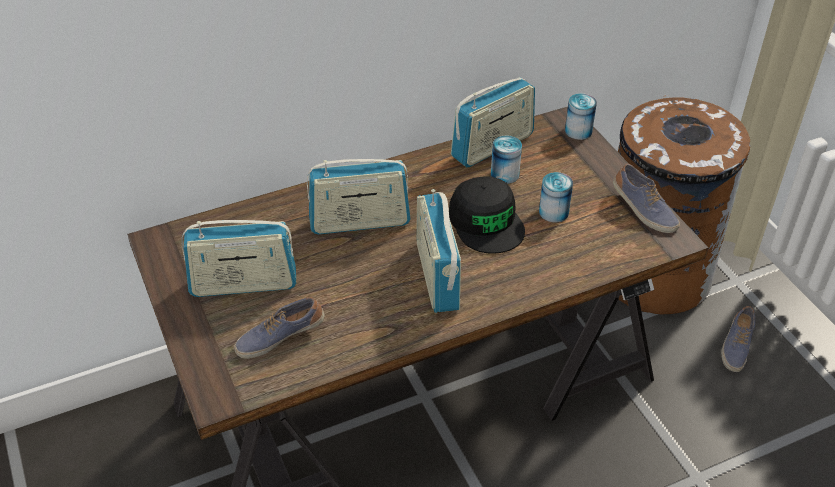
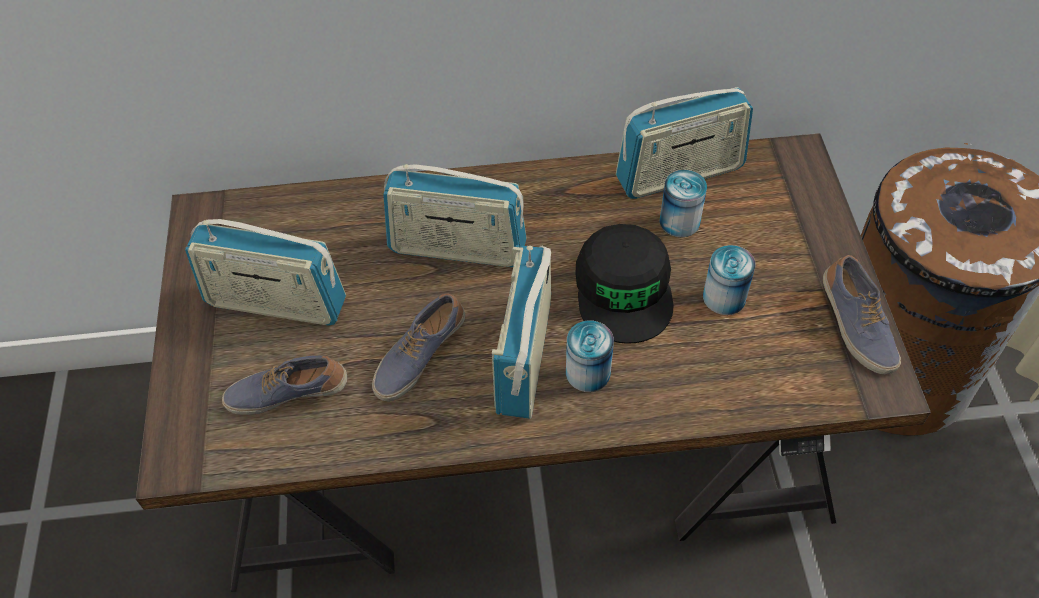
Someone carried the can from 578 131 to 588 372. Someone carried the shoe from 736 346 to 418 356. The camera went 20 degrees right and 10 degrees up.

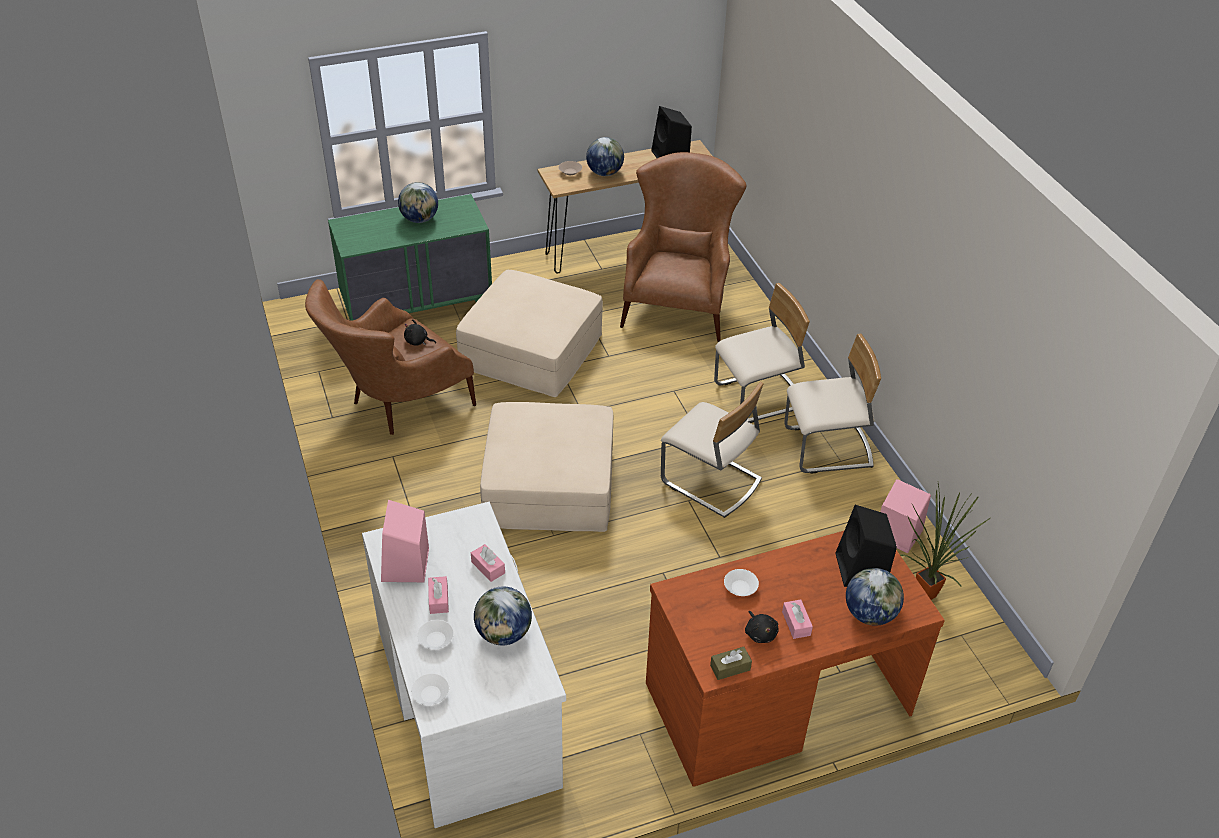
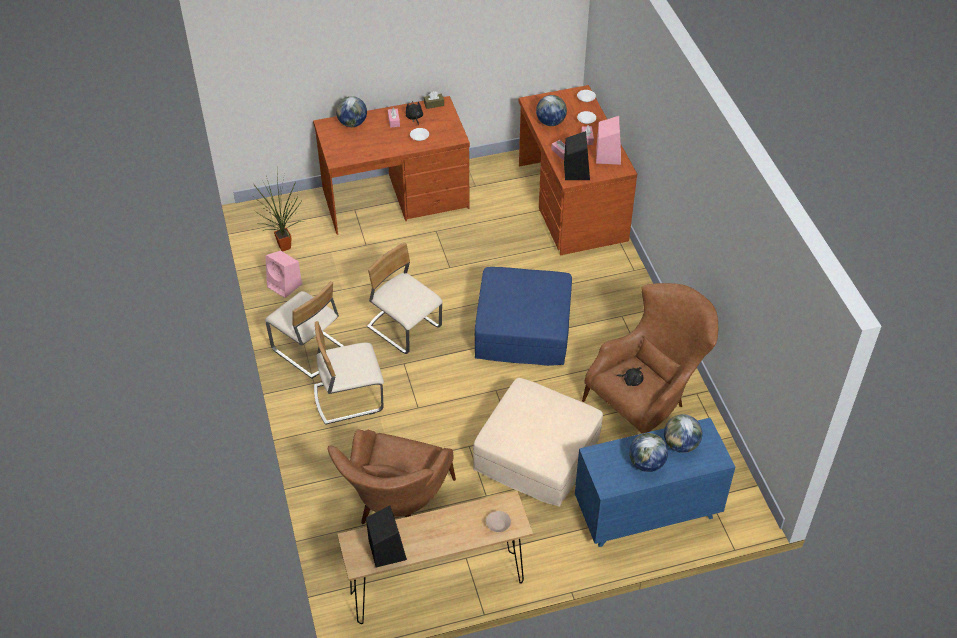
Someone repainted the green dresser at 417 306, which became the blue dresser at 646 512. Someone repainted the white desk at 468 704, which became the brown desk at 571 203. Someone repainted the beige ottoman at 550 485, which became the blue ottoman at 522 330. Someone carried the globe from 604 173 to 680 445. Someone rotated the beige chair at 827 449 by 135 degrees counterclockwise. Someone carried the black speaker from 861 570 to 576 171. The camera went 175 degrees left and 5 degrees up.

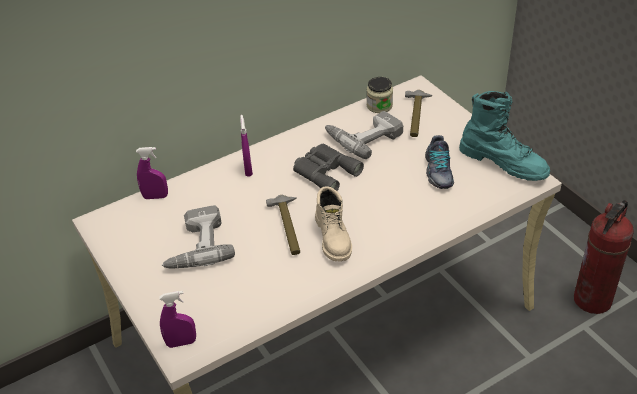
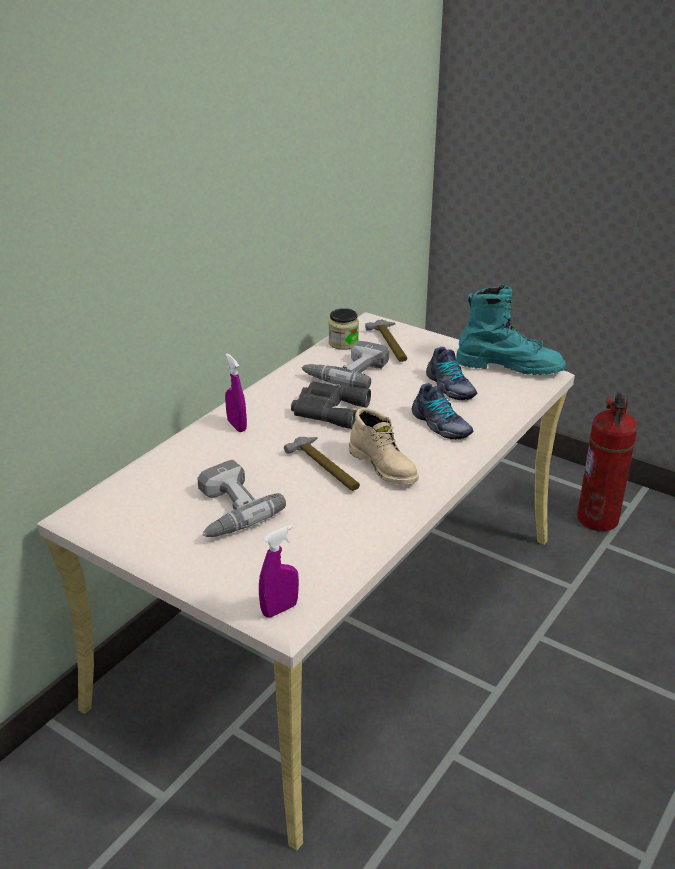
Someone took away the purple spray bottle at 155 197. Someone put down the shoe at 440 425. The camera went 25 degrees left and 10 degrees down.

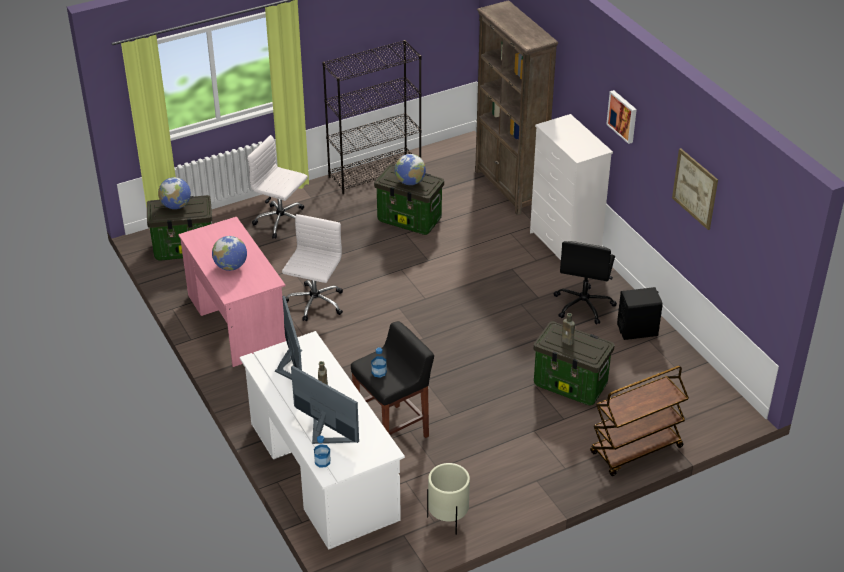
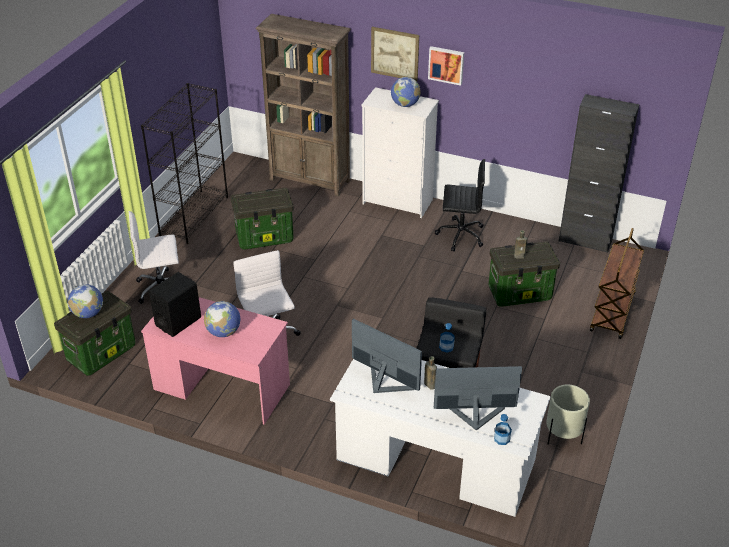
Someone carried the globe from 410 182 to 405 105. Someone rotated the black office chair at 583 305 by 60 degrees counterclockwise. Someone carried the black speaker from 637 330 to 178 321. Someone carried the picture from 695 188 to 395 53. Someone put down the black cabinet at 585 240. The camera went 40 degrees left and 0 degrees up.

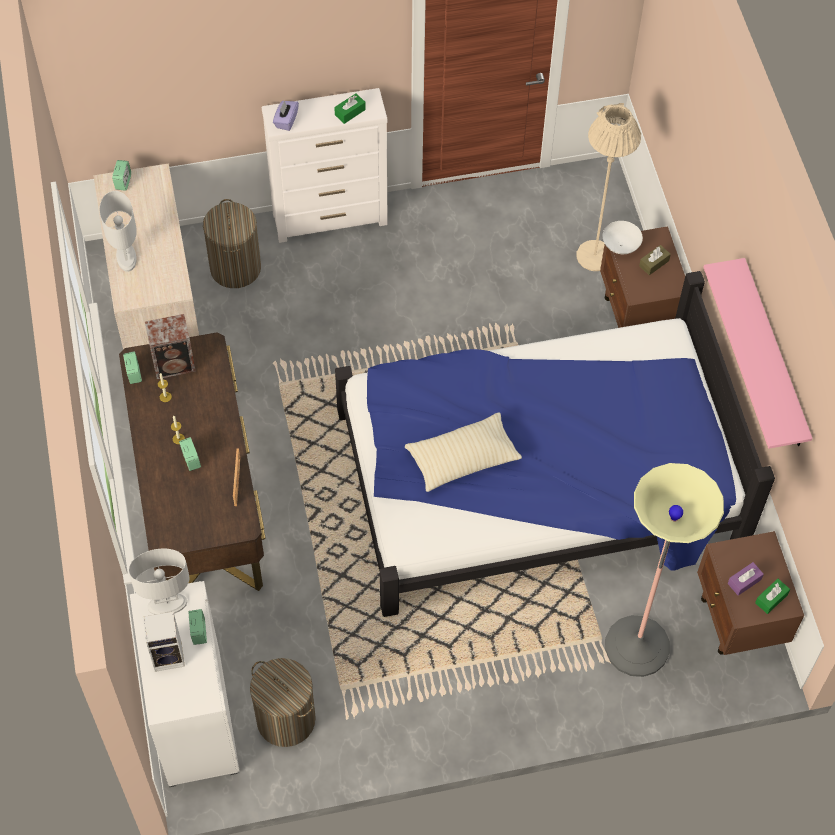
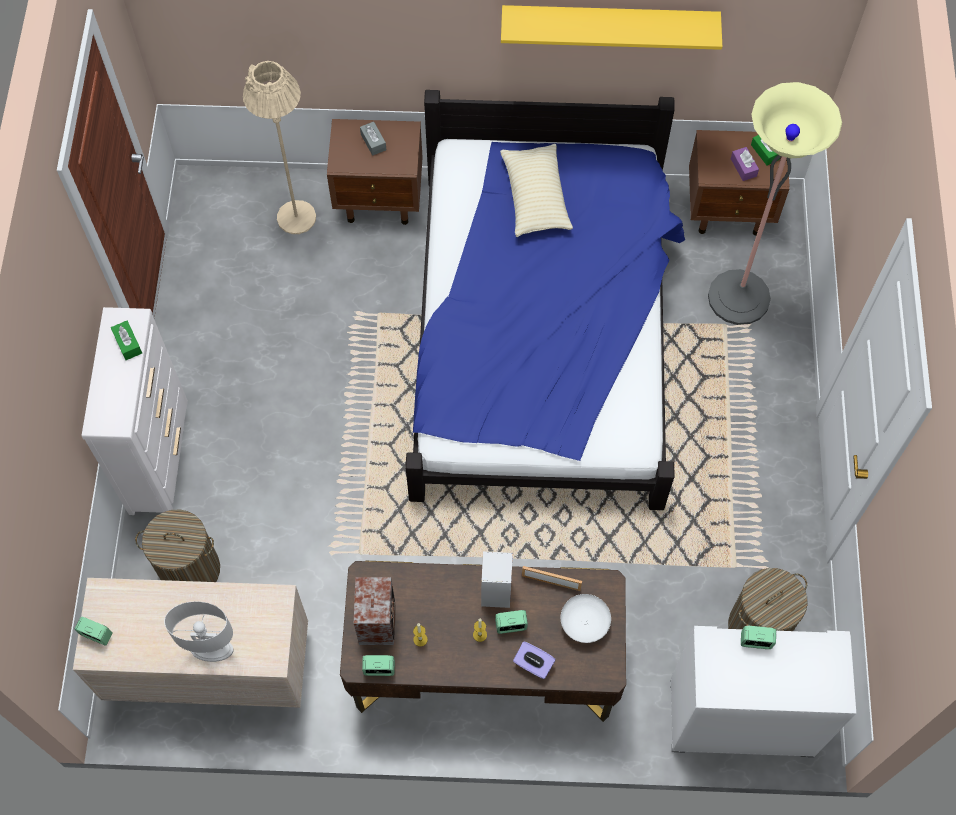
Someone took away the white table lamp at 167 605. Someone carried the speaker from 169 655 to 495 590. Someone carried the purple tissue box from 286 121 to 533 664. Someone carried the beige pillow from 462 459 to 535 198. Someone carried the white bowl from 621 245 to 583 623. Someone repainted the brown tissue box at 654 263, which became the grey tissue box at 373 142. Someone repainted the pink shelf at 774 356, which became the yellow shelf at 609 22. The camera went 75 degrees left and 5 degrees up.

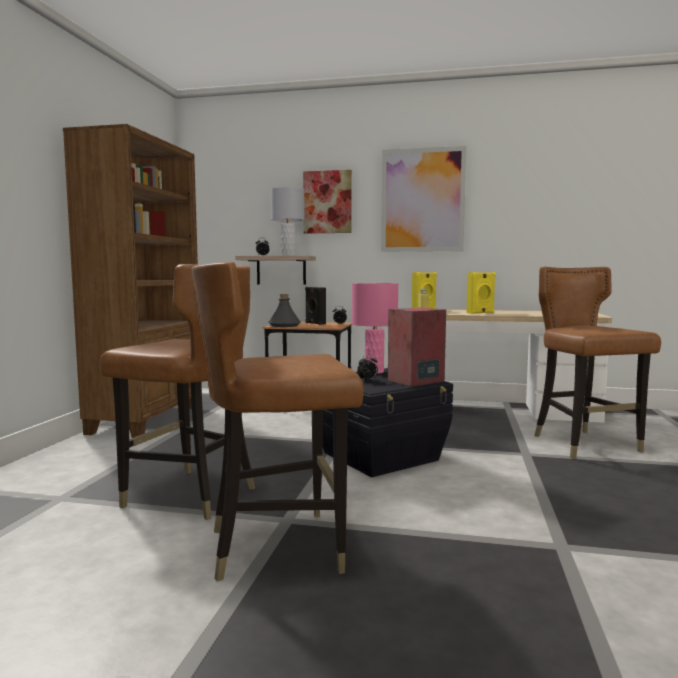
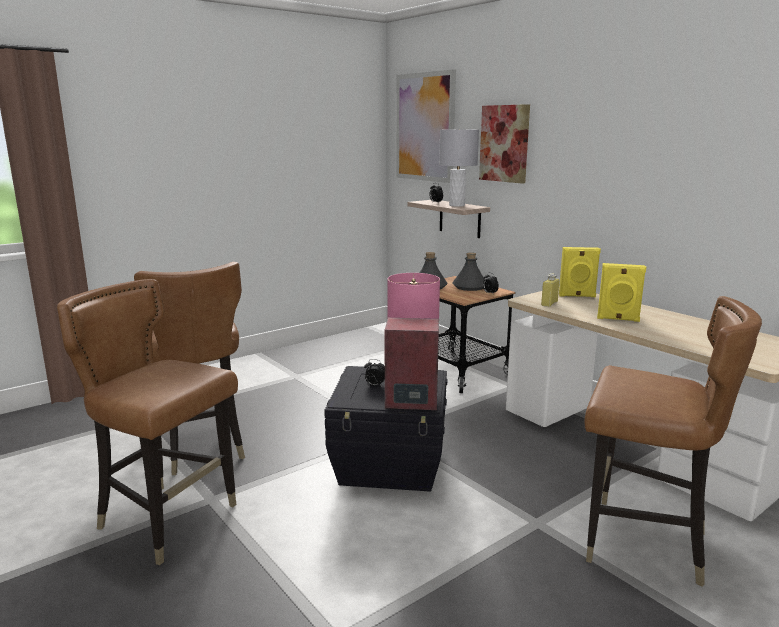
Someone took away the brown bookcase at 148 419. Someone swapped the black speaker at 314 323 for the grey bottle at 470 287. Someone carried the picture from 422 200 to 425 127. Someone rotated the brown chair at 585 445 by 90 degrees clockwise. The camera went 40 degrees right and 10 degrees up.

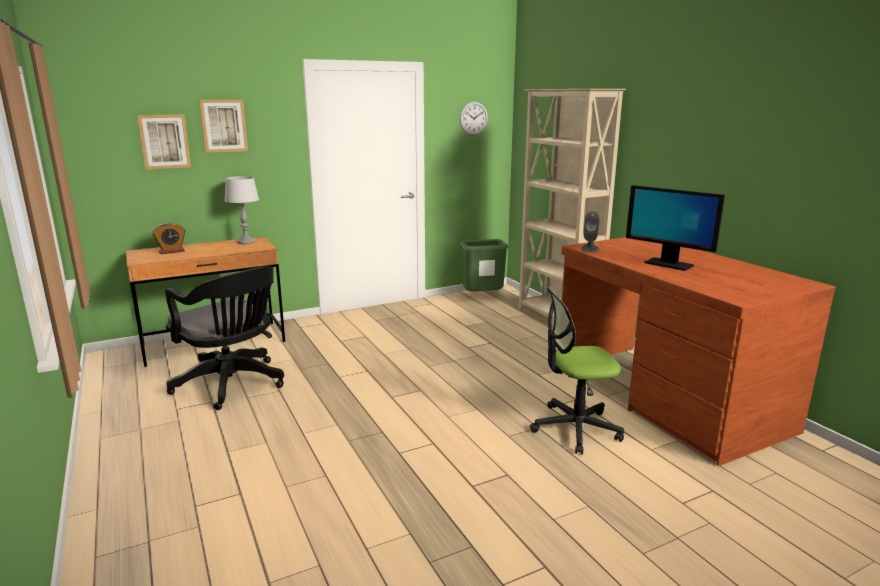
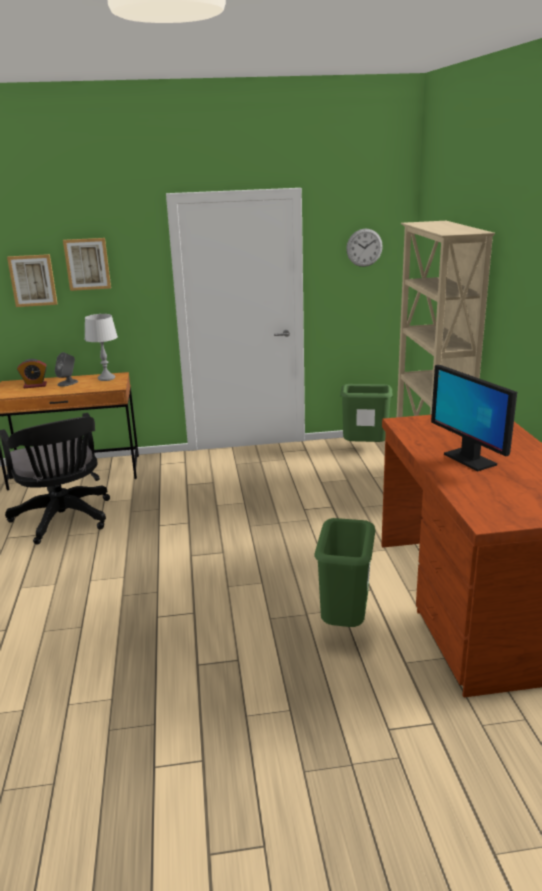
Someone swapped the office chair at 575 428 for the green trash can at 343 622. Someone carried the grey speaker from 590 248 to 68 383. The camera went 20 degrees right and 5 degrees up.

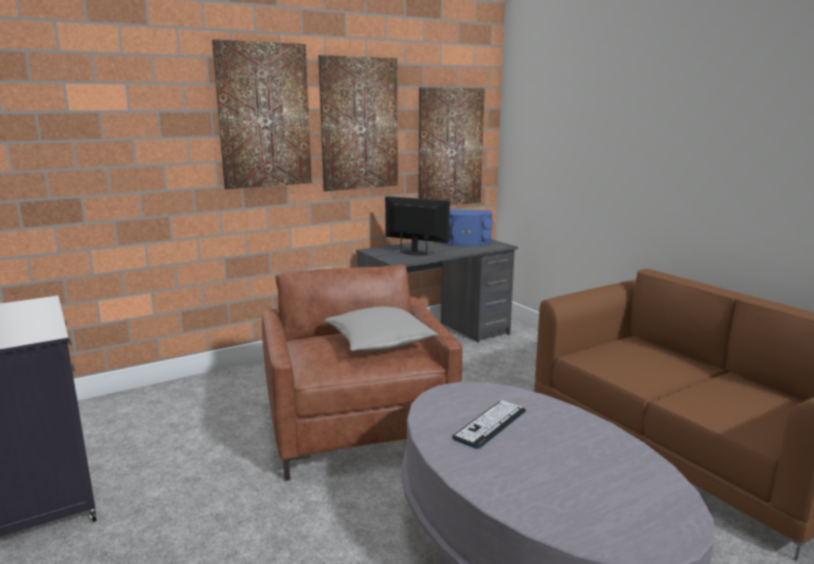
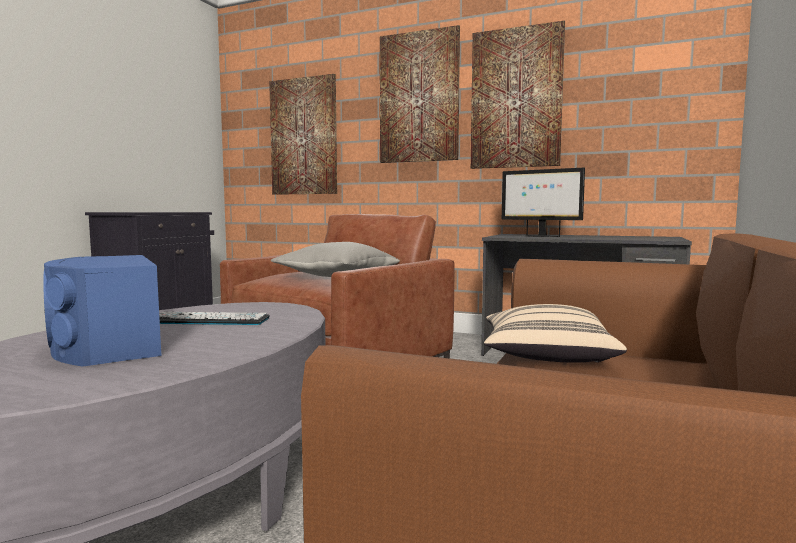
Someone rotated the monitor at 415 253 by 135 degrees clockwise. Someone carried the picture from 450 148 to 304 137. Someone carried the blue speaker from 465 242 to 105 346. Someone put down the beige pillow at 546 357. The camera went 55 degrees right and 10 degrees down.

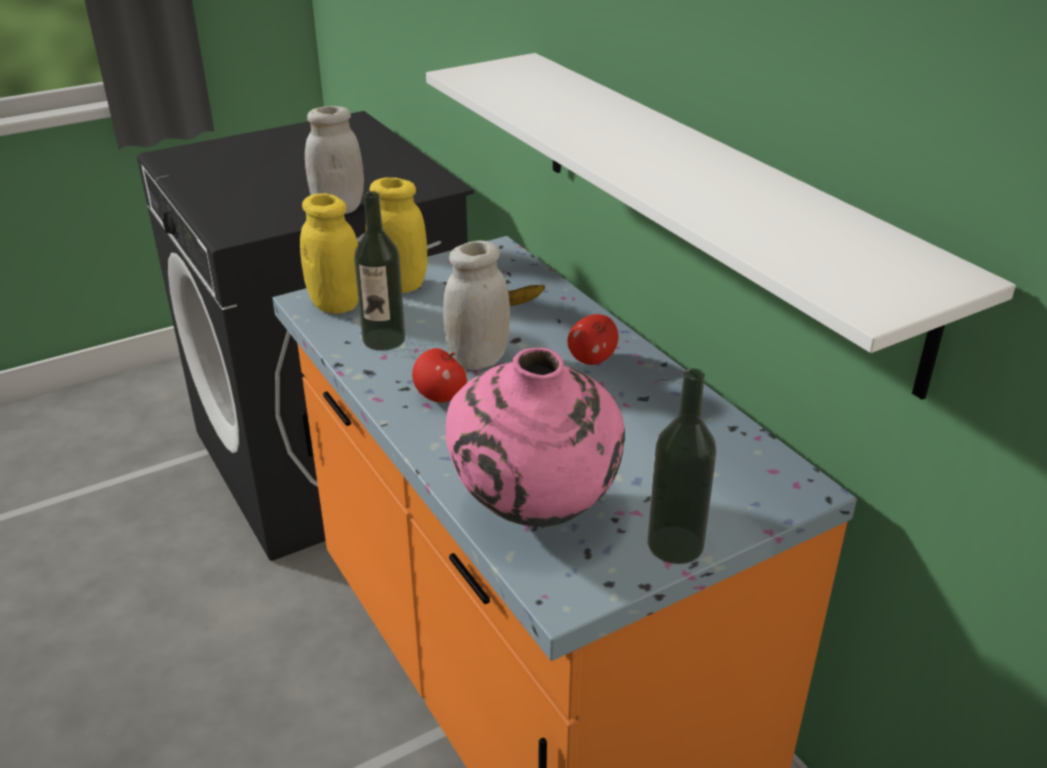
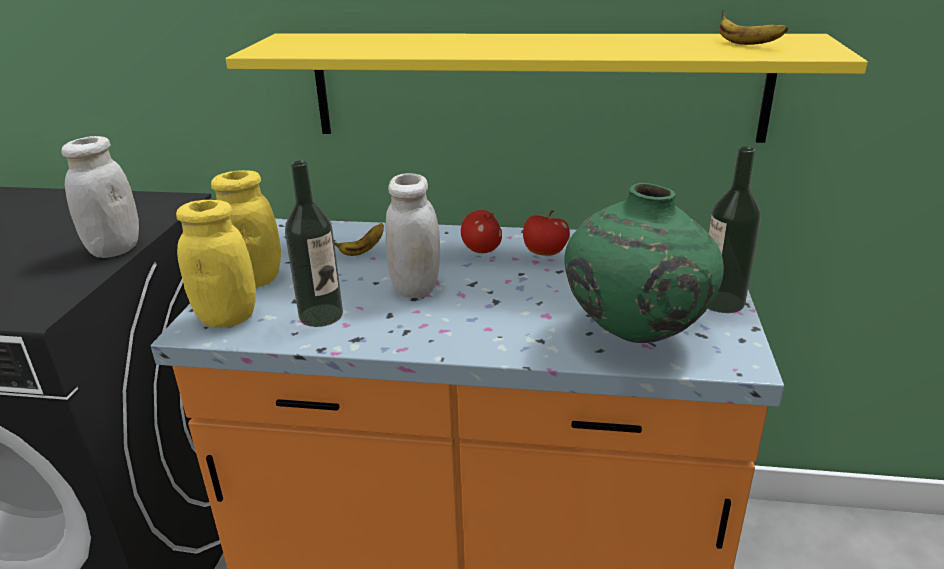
Someone carried the apple from 440 397 to 545 253. Someone repainted the white shelf at 711 203, which became the yellow shelf at 535 87. Someone repainted the pink vase at 535 511, which became the green vase at 634 336. Someone put down the banana at 745 44. The camera went 50 degrees left and 5 degrees down.

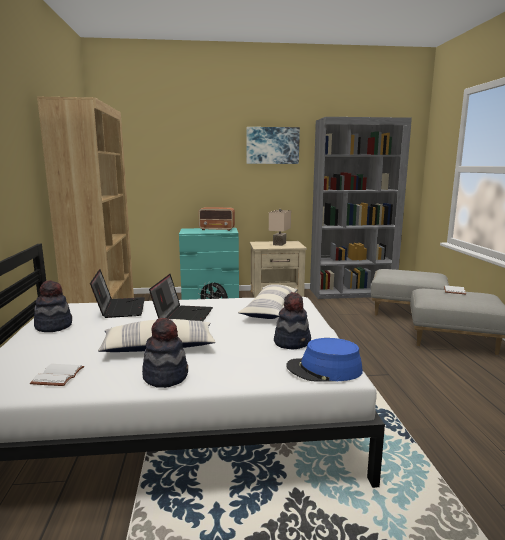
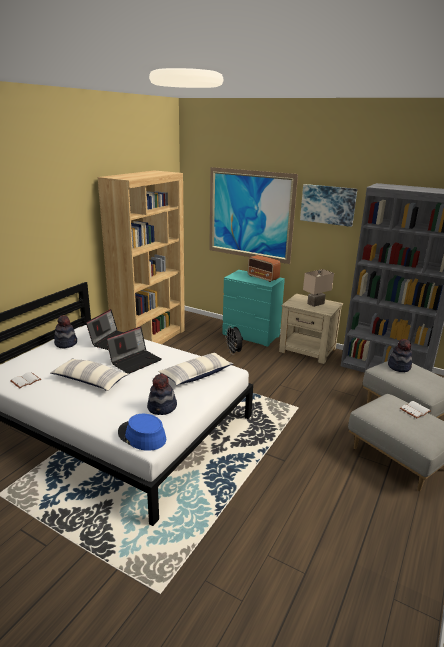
Someone carried the hat from 166 376 to 399 367. Someone put up the picture at 250 215. The camera went 35 degrees right and 10 degrees up.

